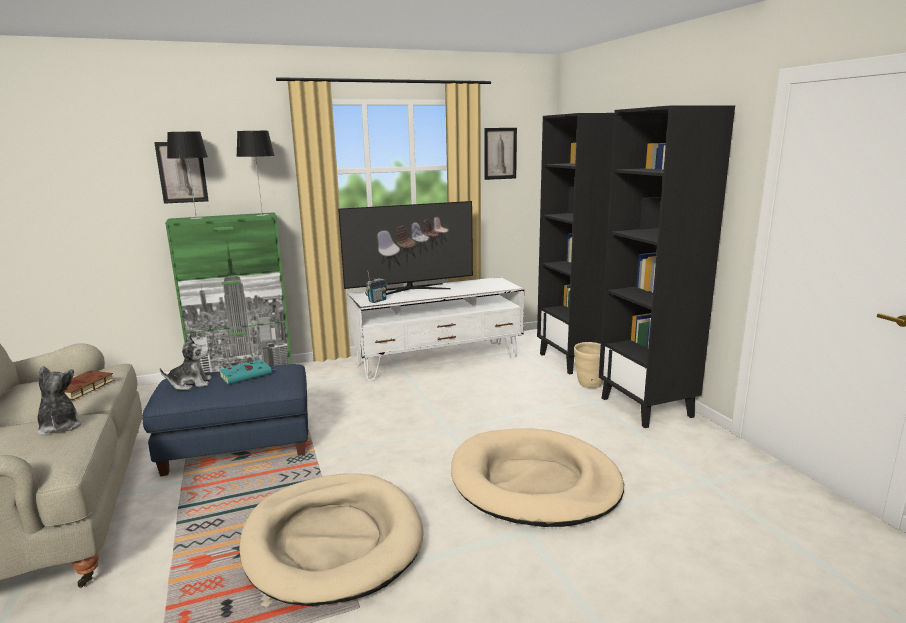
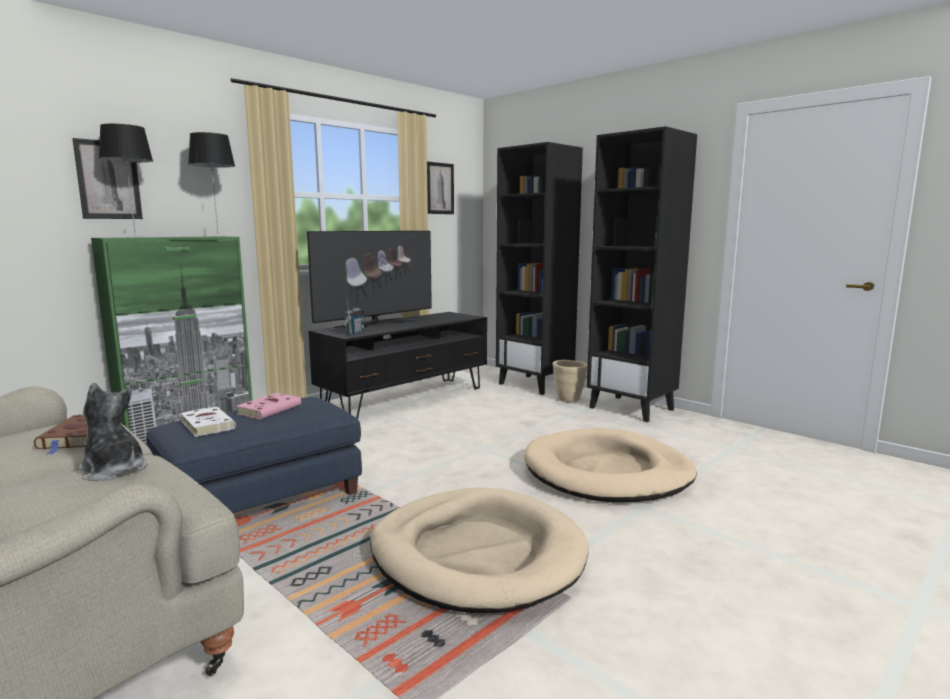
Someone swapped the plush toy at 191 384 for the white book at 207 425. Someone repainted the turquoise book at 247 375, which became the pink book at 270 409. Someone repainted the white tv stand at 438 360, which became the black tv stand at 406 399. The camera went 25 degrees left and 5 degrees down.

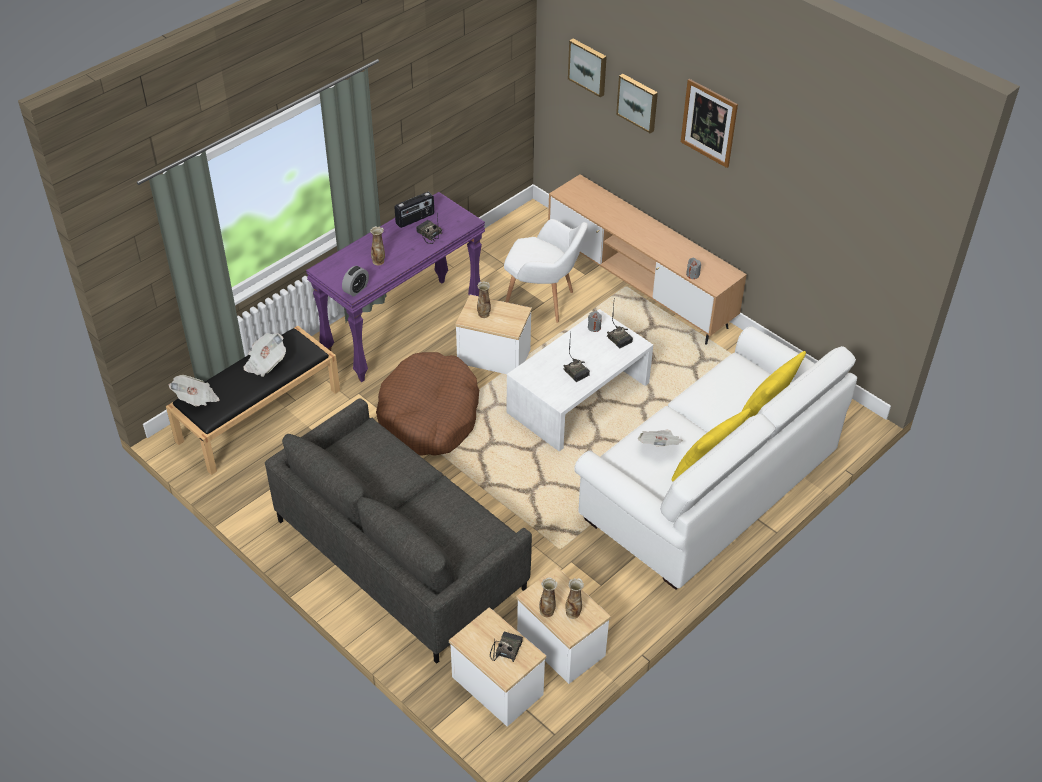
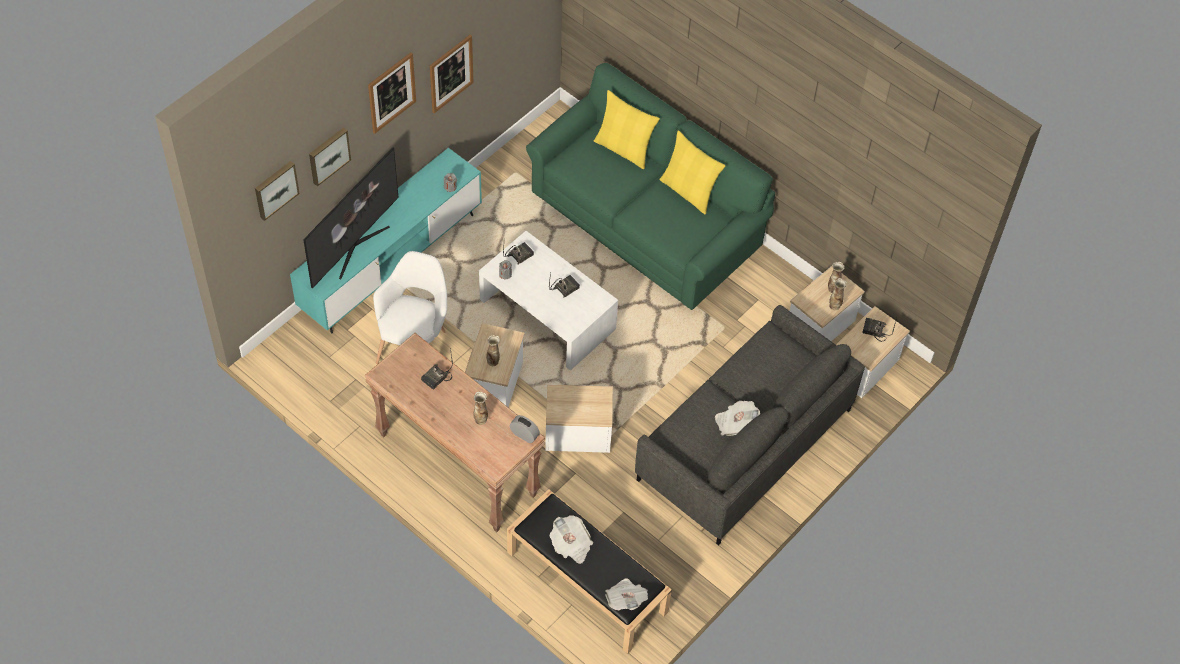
Someone repainted the purple console table at 403 328, which became the brown console table at 456 465. Someone swapped the brown dog bed at 429 416 for the side table at 578 433. Someone took away the radio at 415 219. Someone repainted the brown tv stand at 639 287, which became the turquoise tv stand at 392 264. Someone repainted the white sofa at 708 486, which became the green sofa at 646 223. Someone carried the newspaper from 659 446 to 735 424. Someone put down the television at 354 247. Someone put up the picture at 451 73. The camera went 95 degrees left and 10 degrees up.

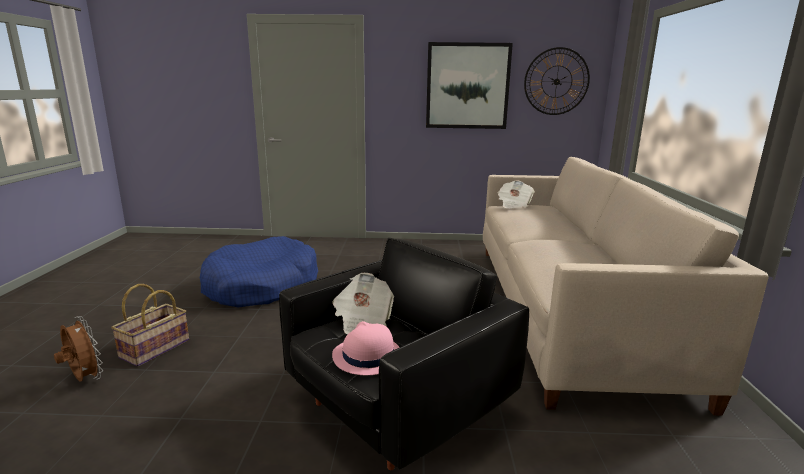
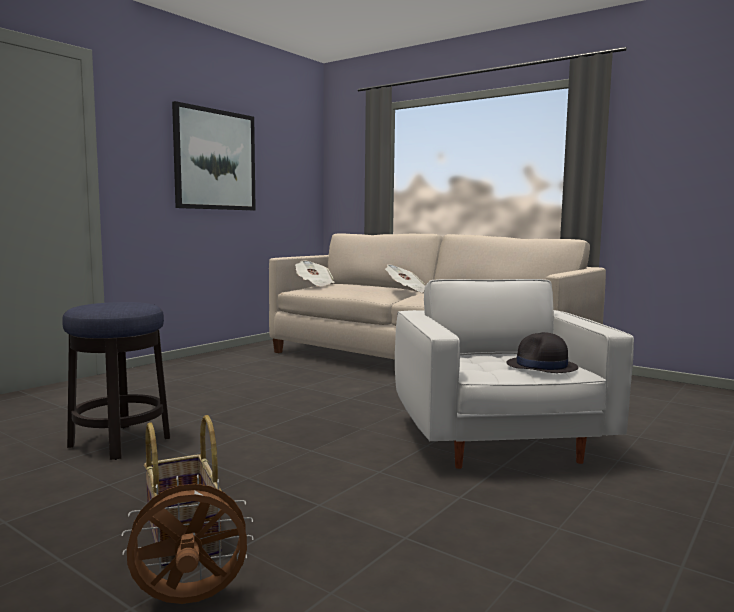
Someone swapped the blue dog bed at 261 286 for the stool at 120 442. Someone repainted the black armchair at 397 407, which became the white armchair at 499 442. Someone carried the newspaper from 363 319 to 406 290. Someone repainted the pink hat at 367 356, which became the black hat at 541 367. Someone took away the wall clock at 556 81. The camera went 55 degrees left and 10 degrees down.

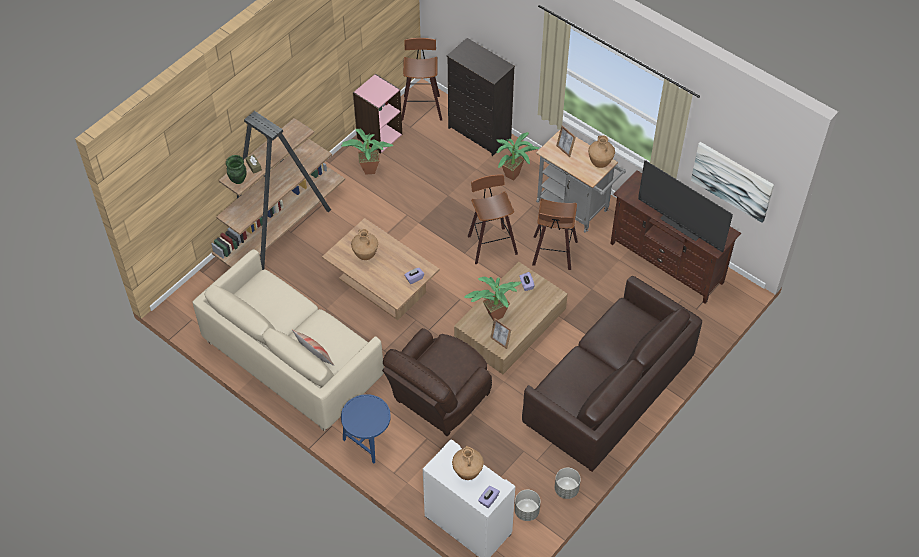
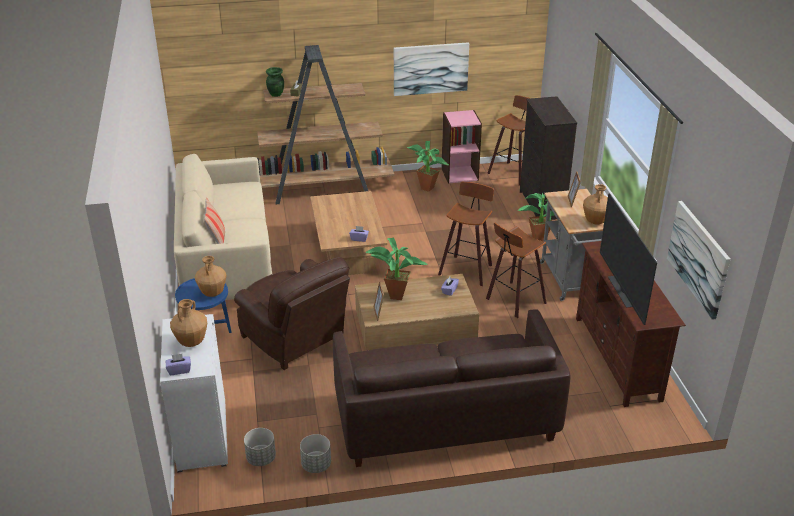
Someone carried the brown vase from 365 255 to 212 293. Someone rotated the brown armchair at 439 399 by 120 degrees counterclockwise. Someone put up the picture at 430 68. The camera went 40 degrees right and 20 degrees down.

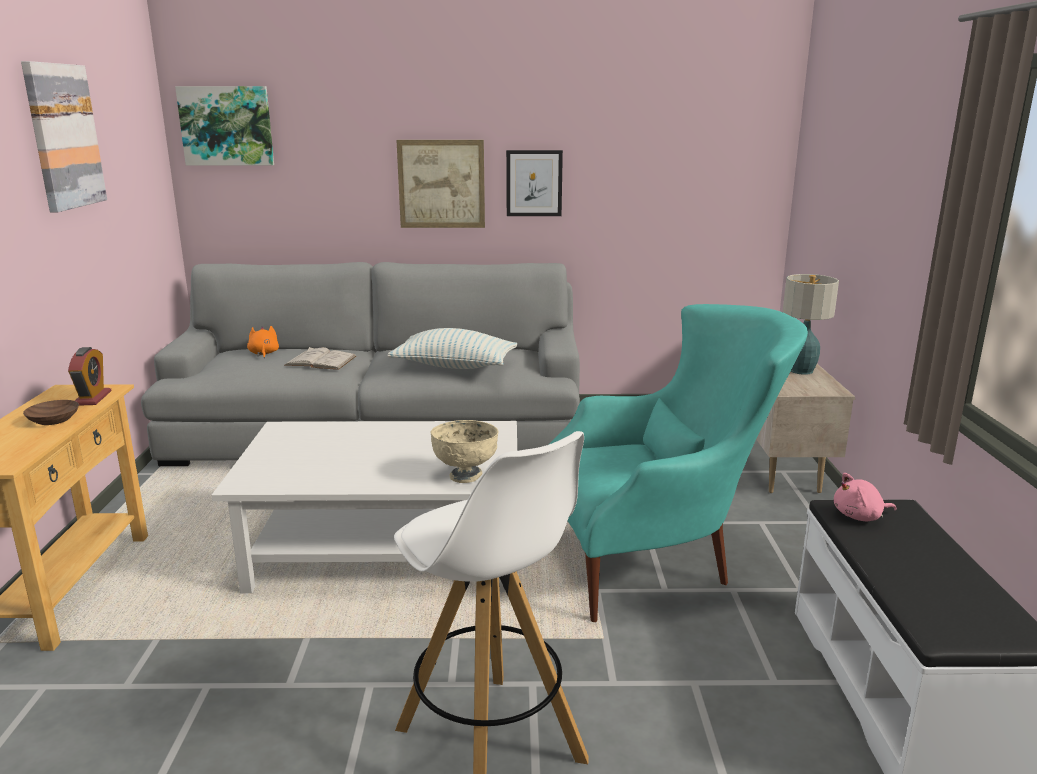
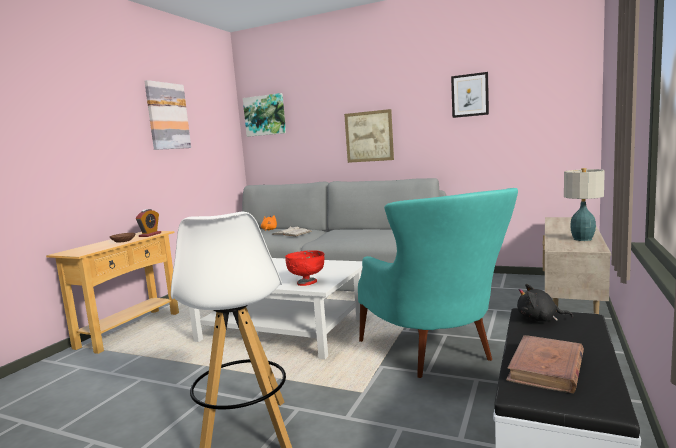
Someone took away the pillow at 454 366. Someone repainted the beige bowl at 465 476, which became the red bowl at 307 283. Someone carried the picture from 534 183 to 470 95. Someone rotated the turquoise armchair at 660 558 by 60 degrees clockwise. Someone repainted the pink plush toy at 860 516, which became the black plush toy at 540 319. Someone put down the brown book at 546 368. The camera went 25 degrees right and 10 degrees down.

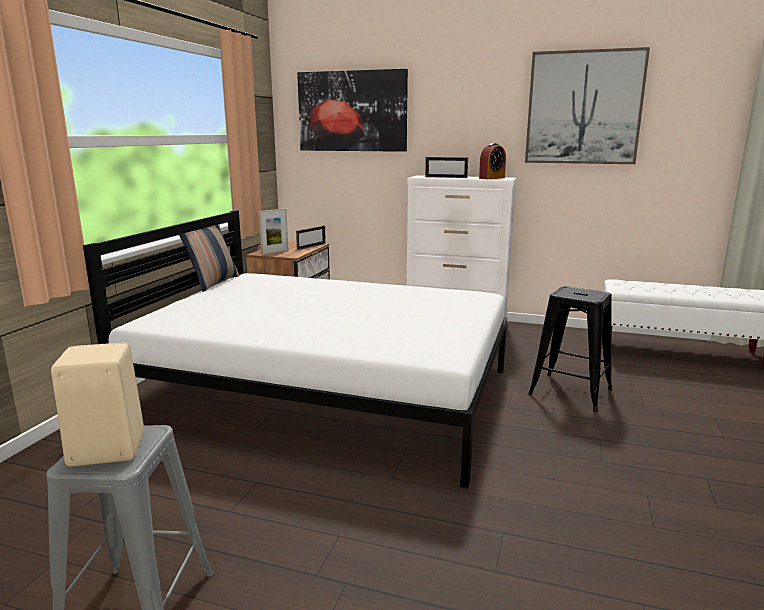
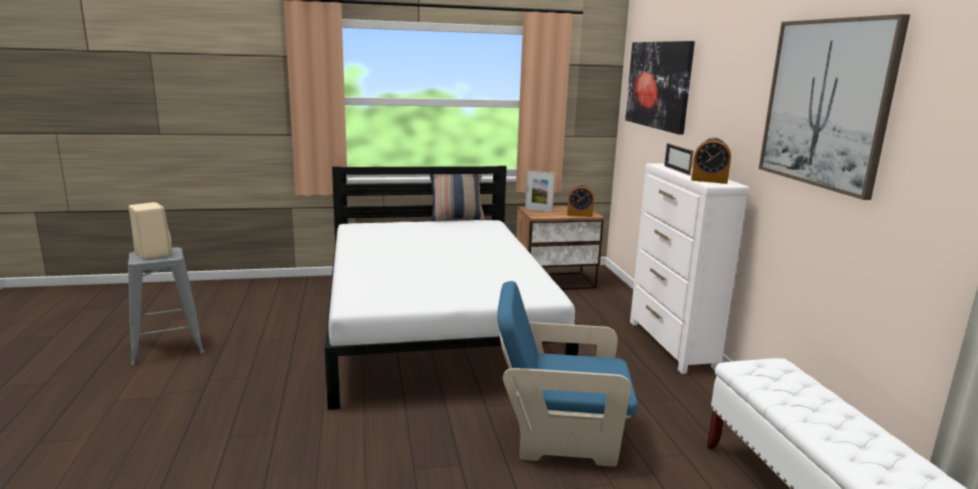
Someone swapped the picture frame at 311 246 for the alarm clock at 579 215. Someone swapped the black stool at 571 392 for the blue armchair at 559 436. The camera went 60 degrees right and 0 degrees up.

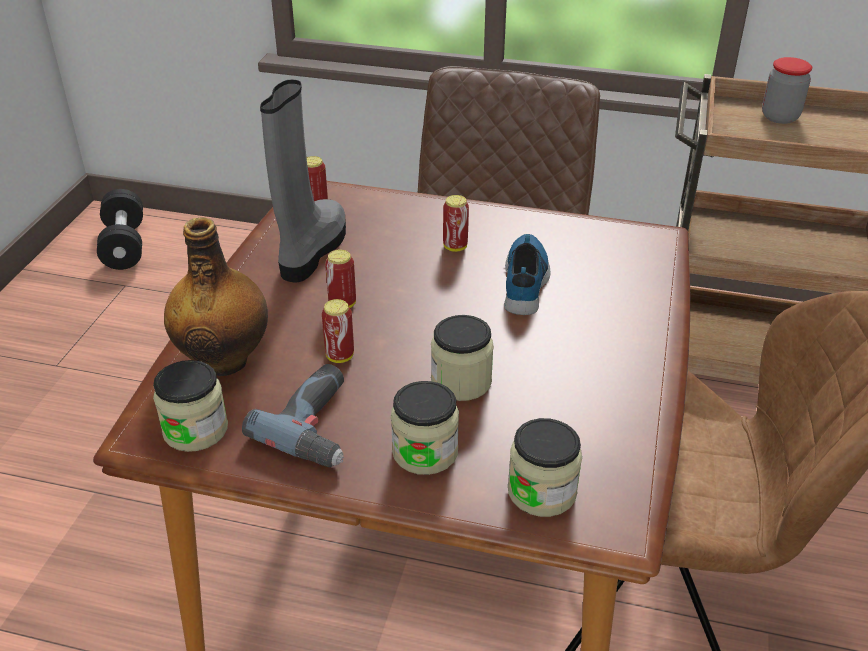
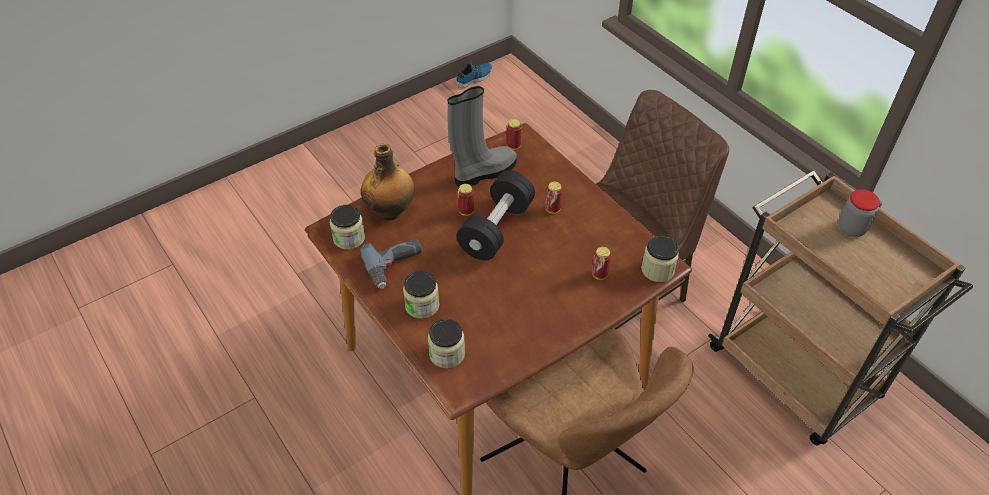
Someone carried the black dumbbell from 124 245 to 496 229. Someone carried the can from 340 356 to 599 275. Someone carried the jar from 461 381 to 657 270. Someone carried the shoe from 526 280 to 474 78. The camera went 40 degrees right and 10 degrees up.

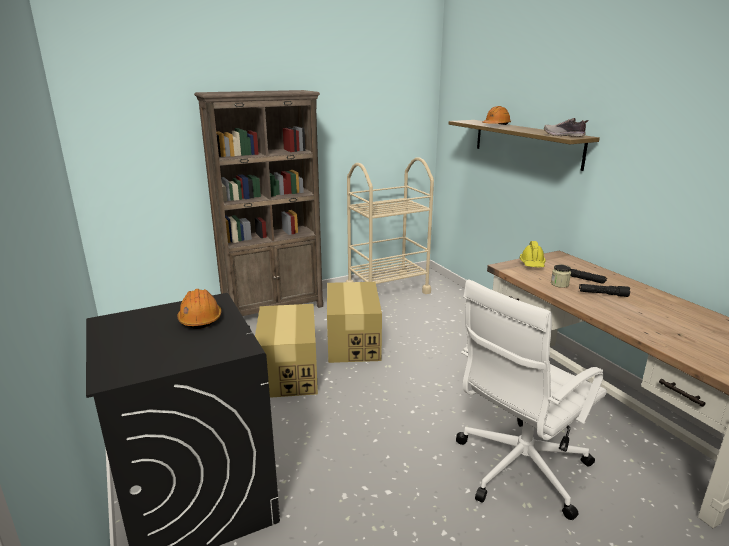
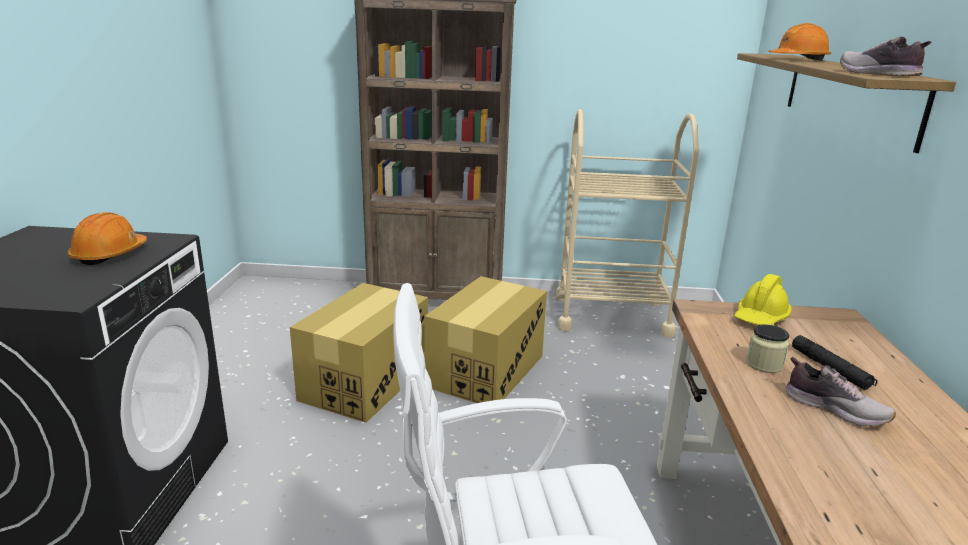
Someone swapped the black flashlight at 603 294 for the shoe at 834 409. The camera went 30 degrees right and 0 degrees up.

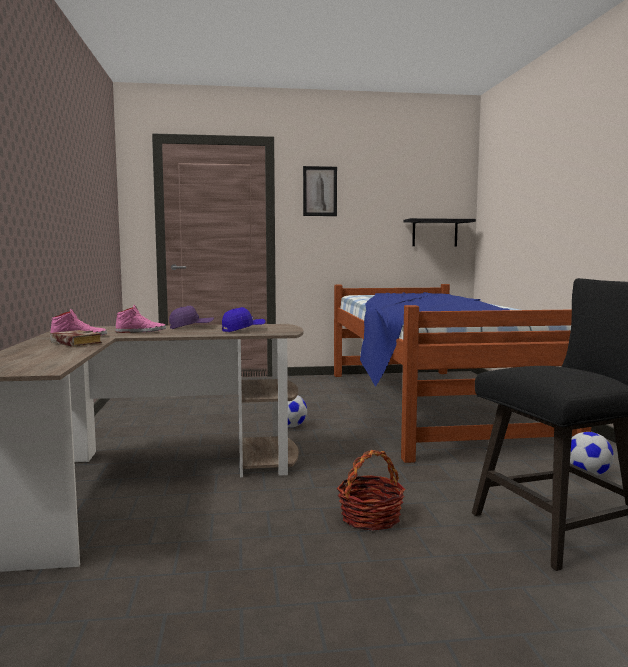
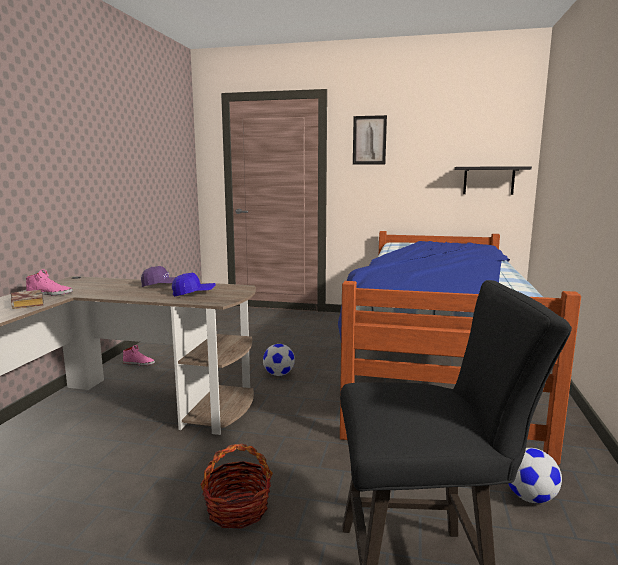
Someone carried the pink shoe from 141 331 to 139 363. The camera went 20 degrees right and 5 degrees up.

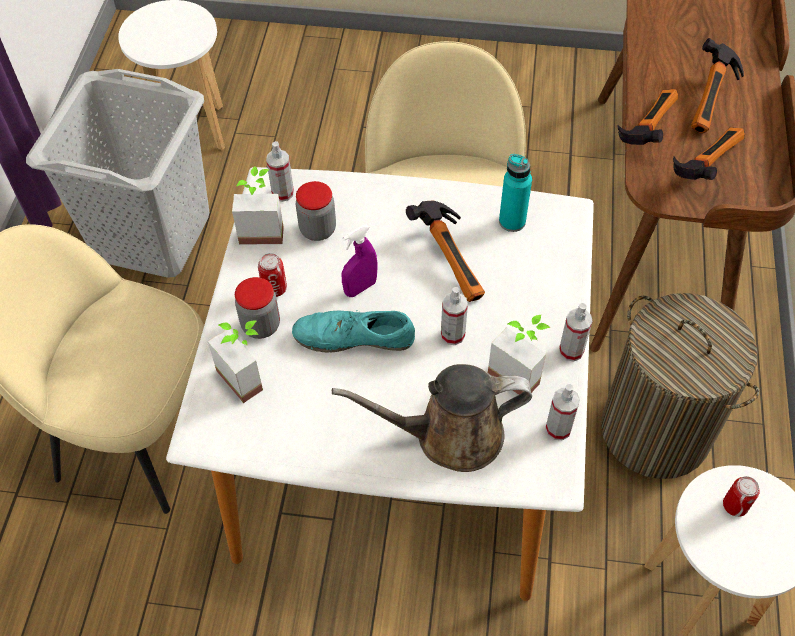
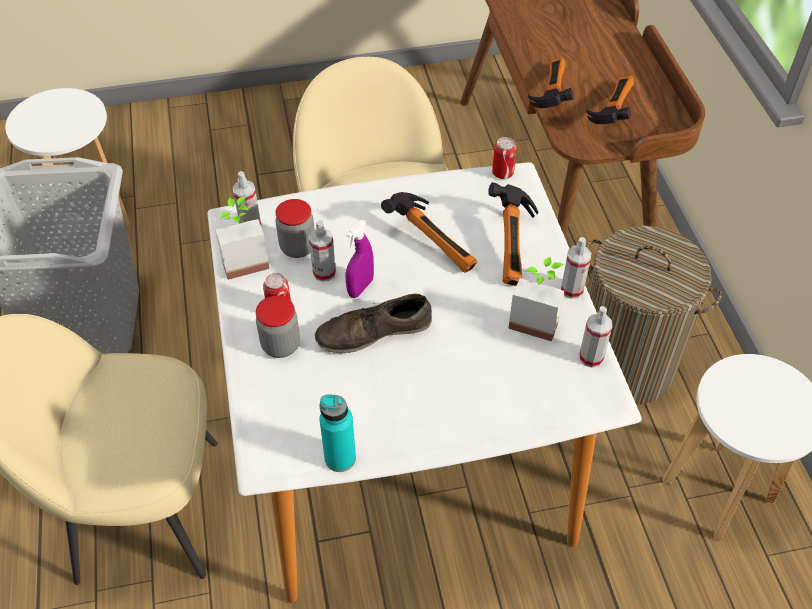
Someone took away the potted plant at 248 375. Someone repainted the turquoise shoe at 354 337, which became the brown shoe at 374 331. Someone took away the brown watering can at 450 435. Someone carried the spray bottle from 452 335 to 324 273. Someone carried the turquoise bottle from 512 221 to 340 458. Someone carried the hammer from 713 102 to 516 247. Someone carried the can from 735 505 to 502 173. The camera went 20 degrees left and 5 degrees down.

